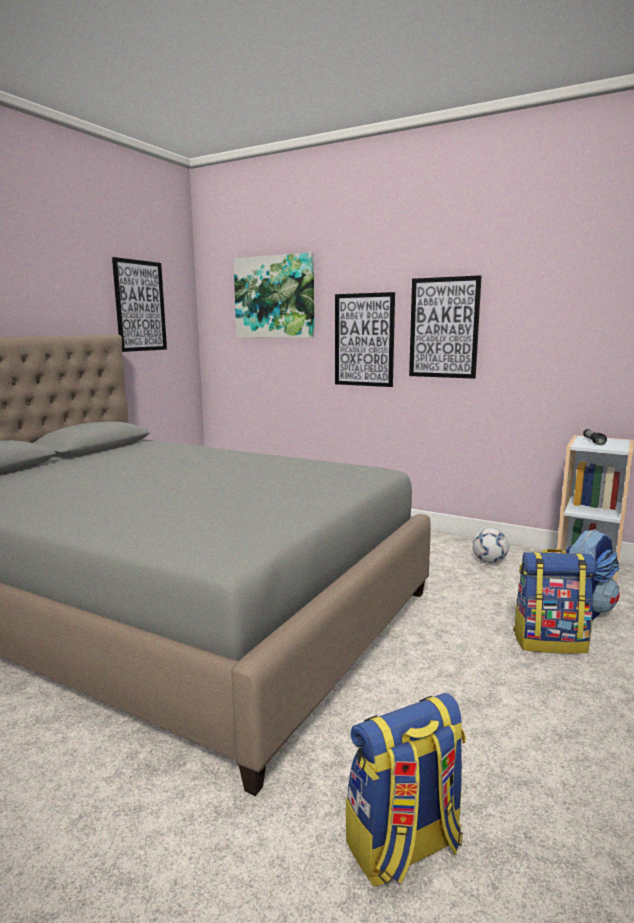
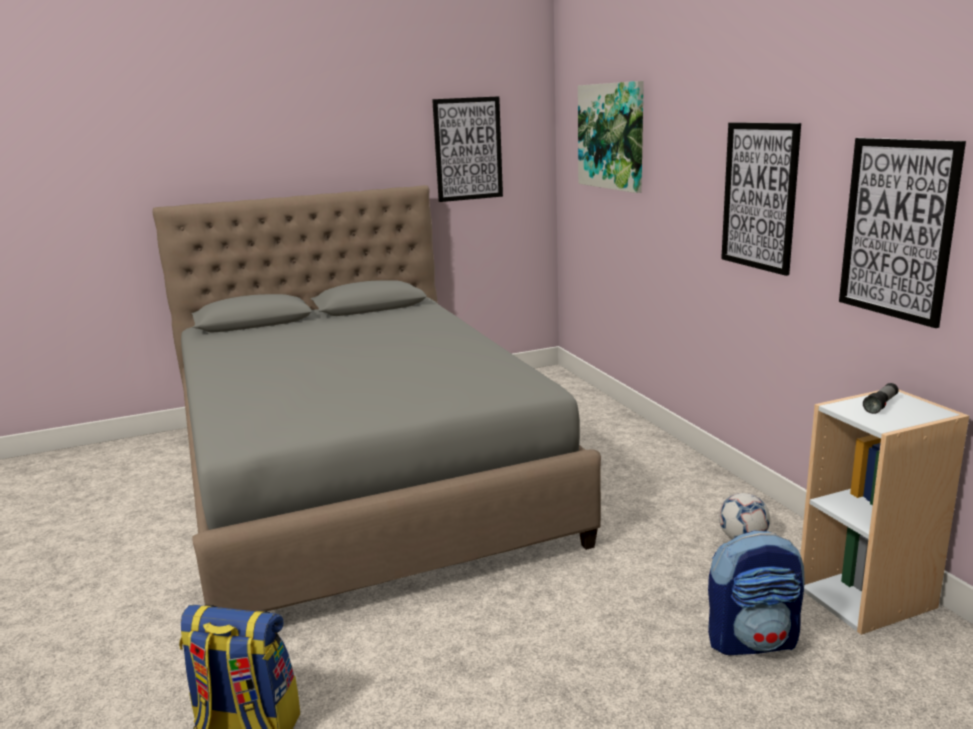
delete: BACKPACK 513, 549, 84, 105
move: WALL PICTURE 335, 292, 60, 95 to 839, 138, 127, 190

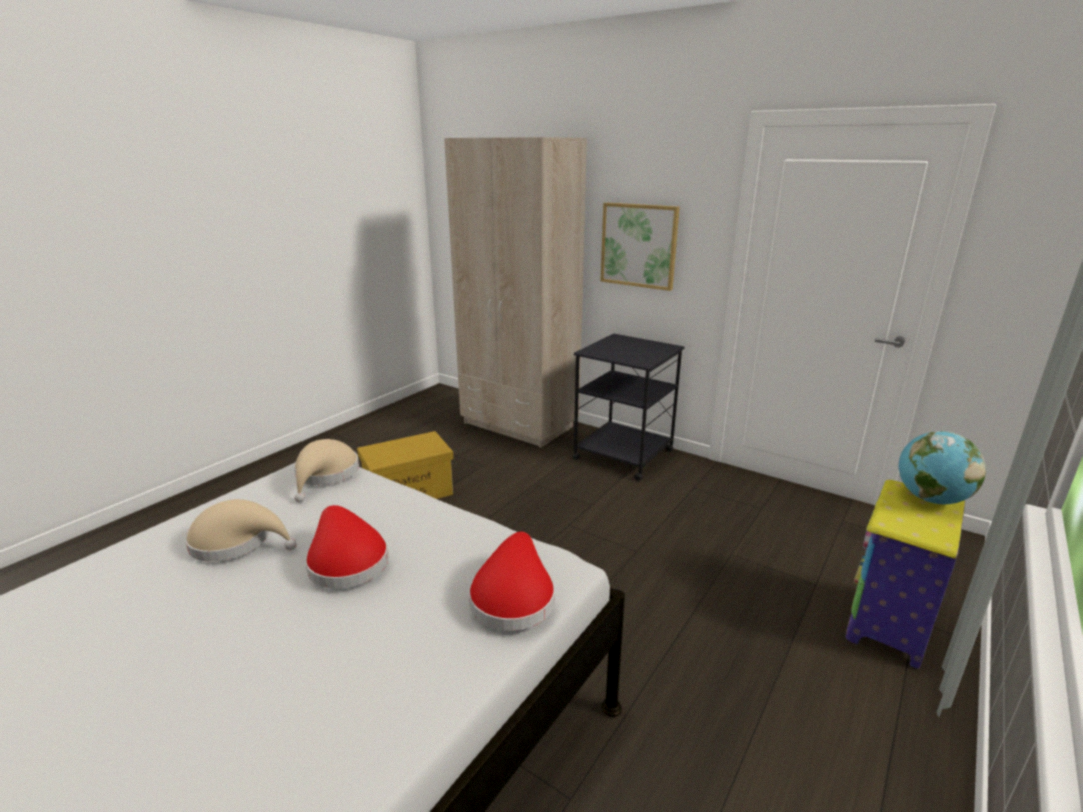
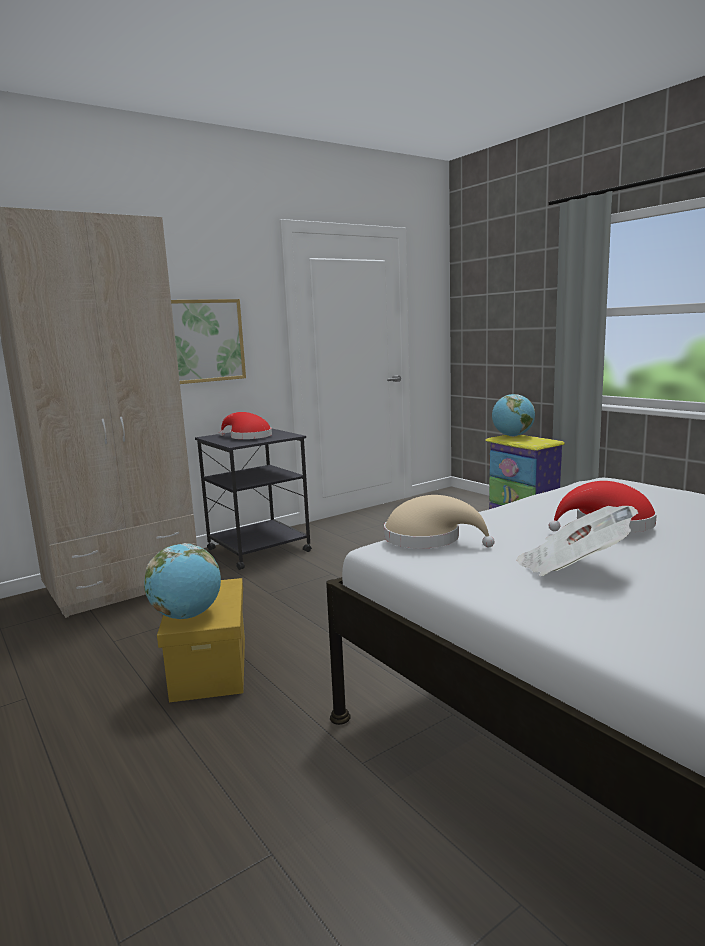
insert: WORLD GLOBE 144, 543, 77, 76
move: REDDISH CLOTHING HAT 468, 532, 87, 99 to 219, 412, 53, 27
replace: SAND-COLOURED CLOTHING HAT 185, 499, 112, 63 to DAILY PAPER 516, 506, 122, 70

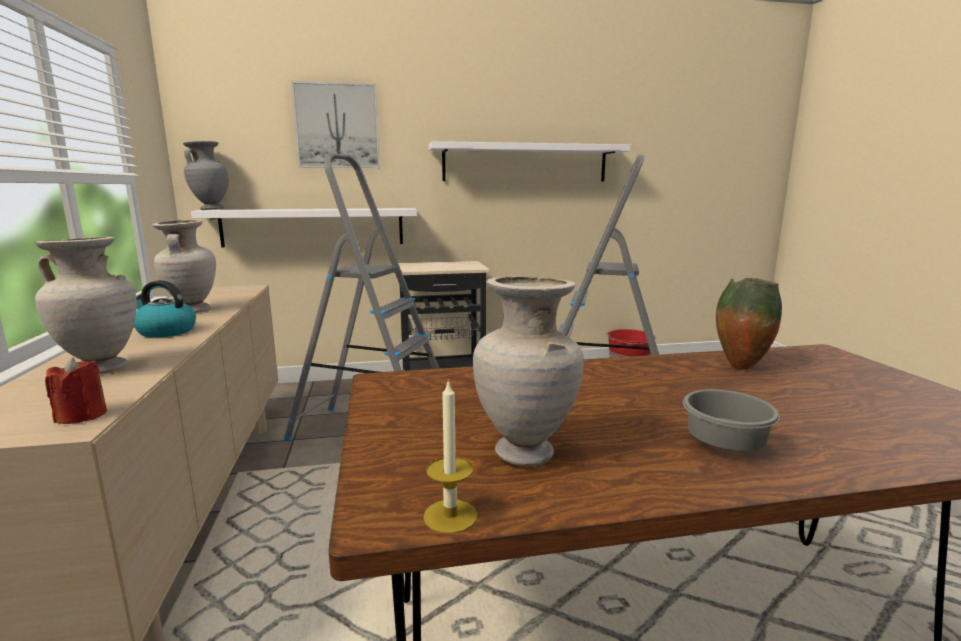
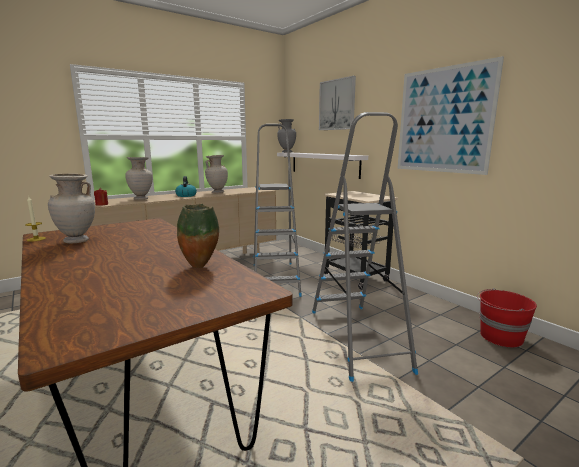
delete: GREY BOWL 683, 389, 97, 62
replace: WHITISH WALL SHELF 428, 141, 203, 41 to WALL PICTURE 397, 56, 107, 119

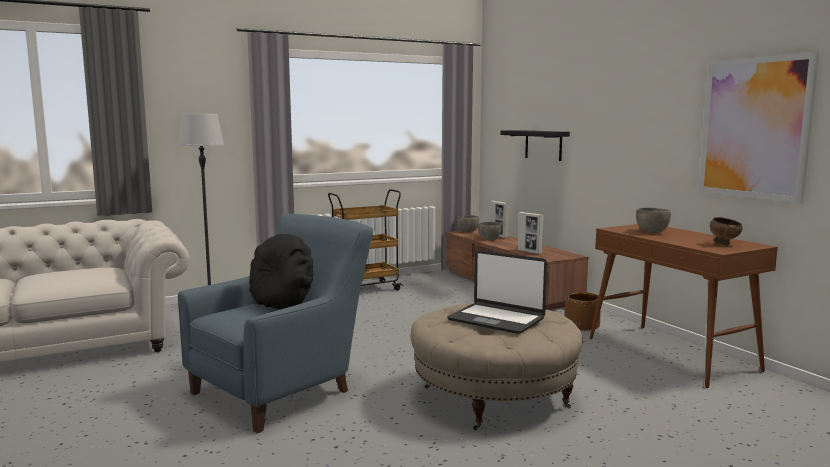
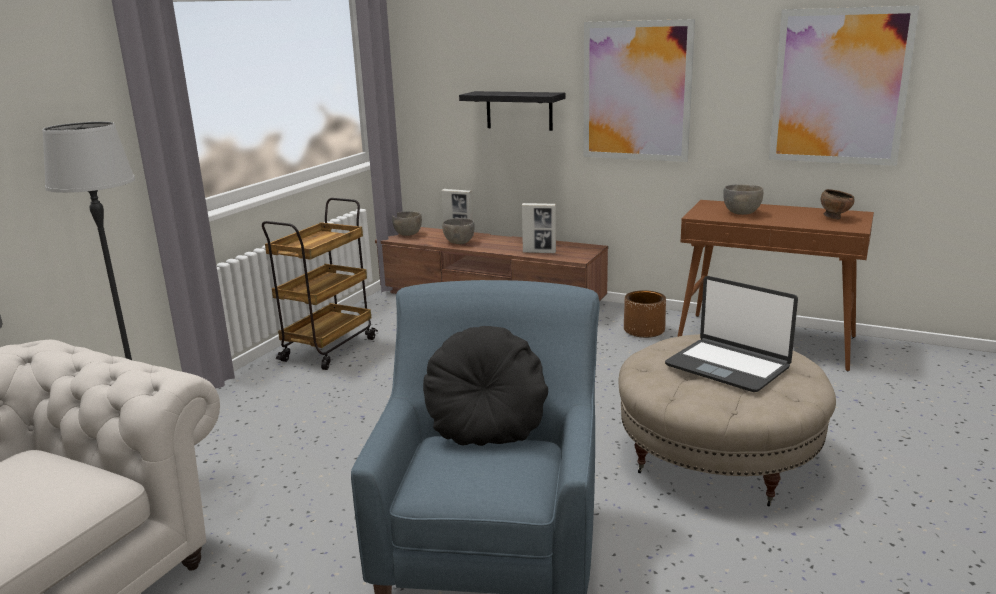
insert: WALL PICTURE 584, 19, 111, 143
rotate: NOTEBOOK COMPUTER 447, 250, 100, 84 = 665, 276, 133, 116 45 degrees clockwise

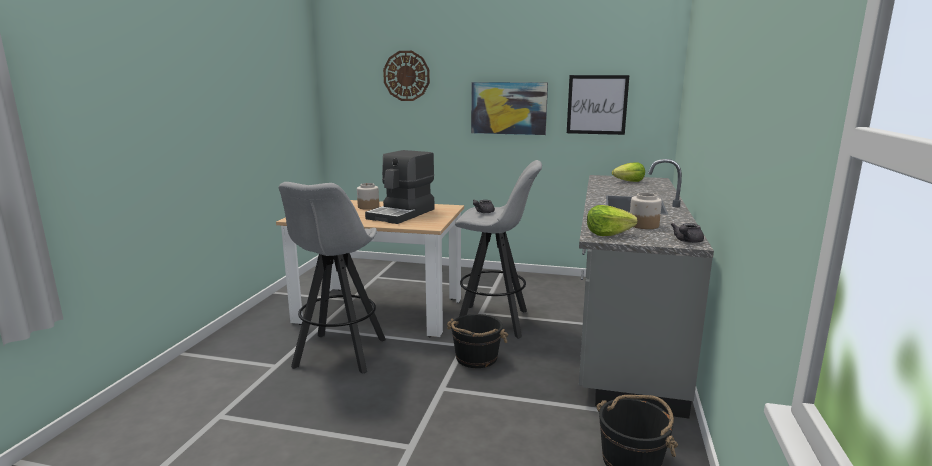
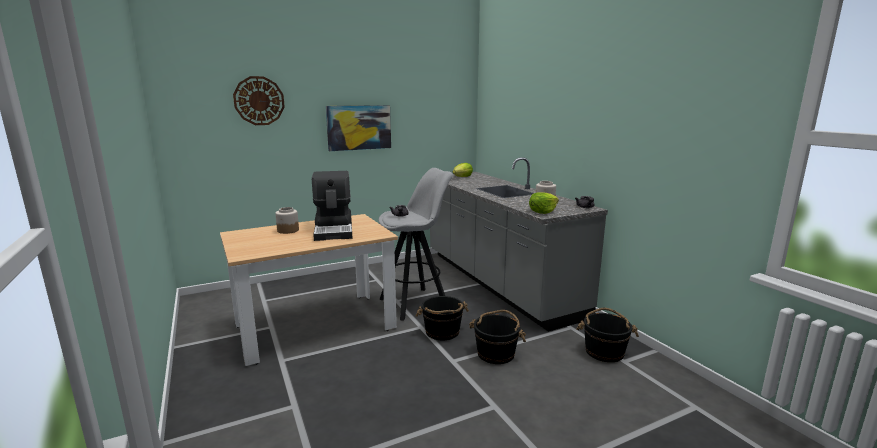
delete: GREY SITTING STOOL 279, 182, 107, 192; WALL PICTURE 567, 75, 62, 60
insert: BLACKISH BUCKET 469, 310, 57, 54

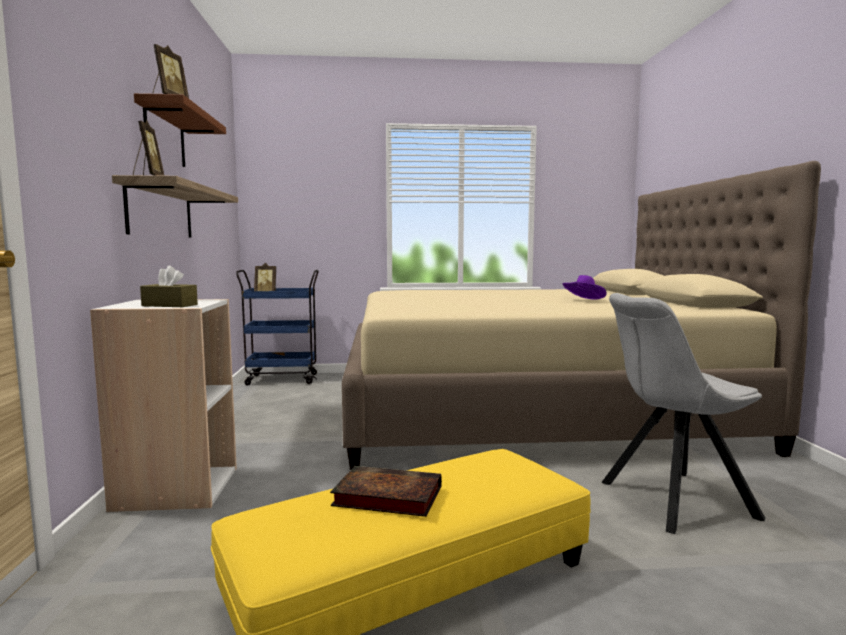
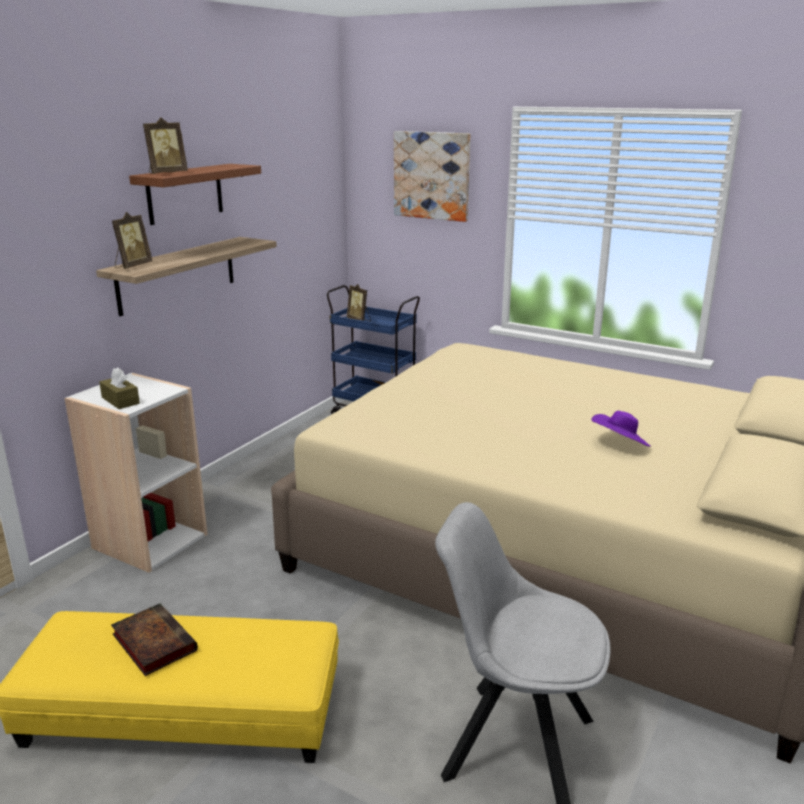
insert: WALL PICTURE 394, 131, 76, 91

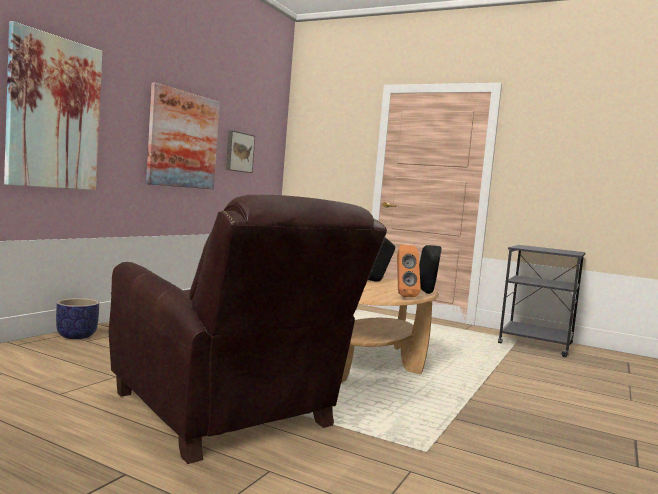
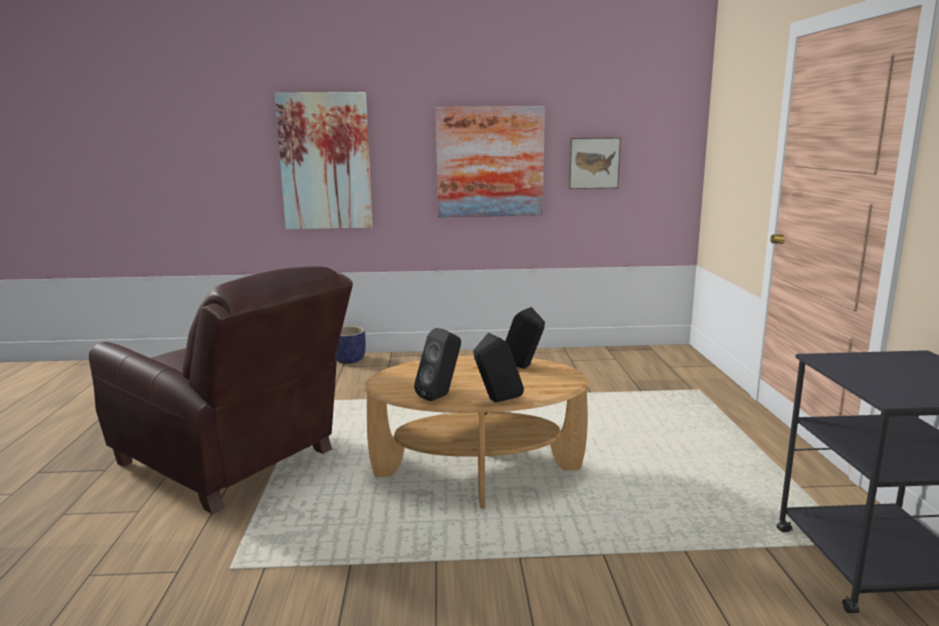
recolor: ORANGE-COLOURED SPEAKER 397, 245, 24, 52 to BLACKISH SPEAKER 414, 328, 47, 73
rotate: BROWNISH LOUNGE CHAIR 109, 195, 278, 269 = 89, 266, 264, 248 75 degrees counterclockwise

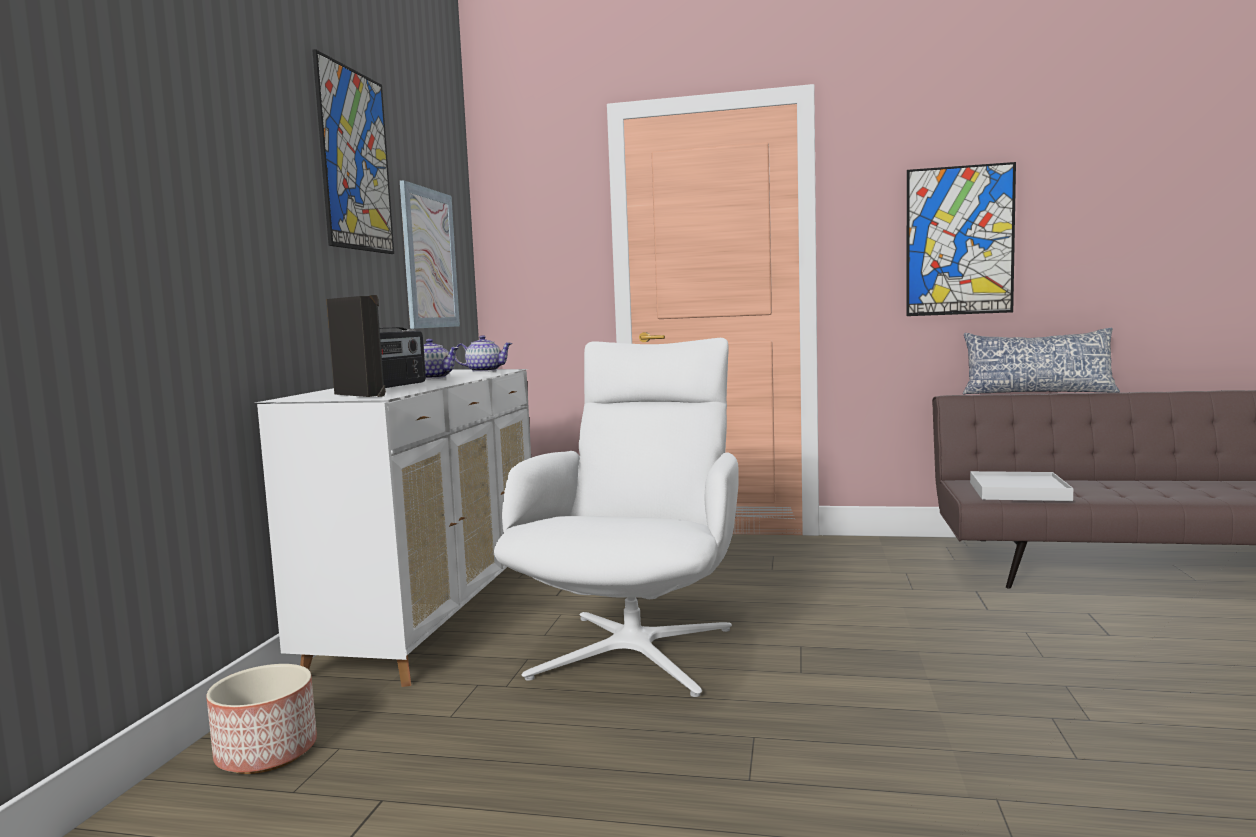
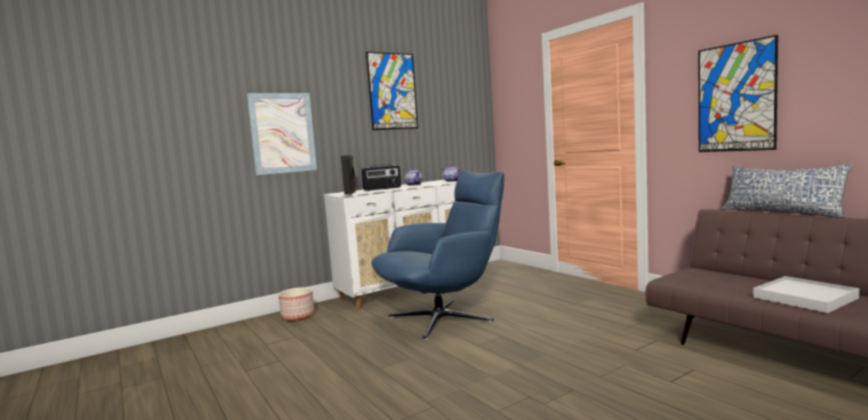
move: WALL PICTURE 400, 180, 60, 149 to 247, 93, 70, 82; WHITISH SERVING TRAY 970, 471, 103, 30 to 753, 276, 106, 37
recolor: WHITISH LOUNGE CHAIR 494, 338, 245, 359 to BLUE LOUNGE CHAIR 371, 171, 133, 169

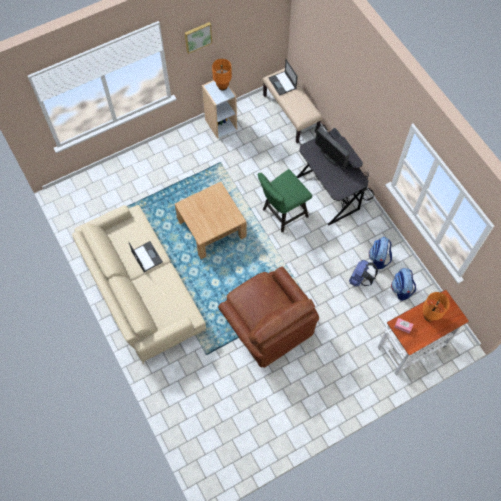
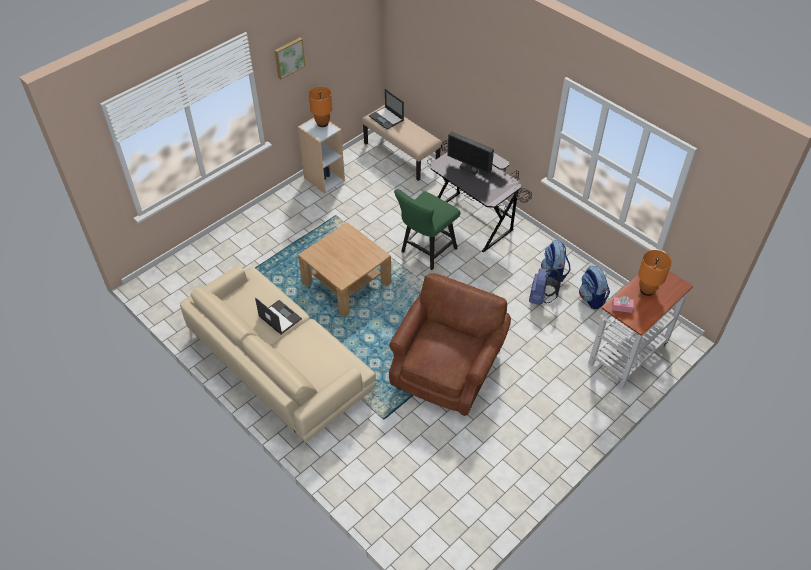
rotate: BROWNISH LOUNGE CHAIR 218, 266, 101, 102 = 389, 273, 122, 143 105 degrees counterclockwise

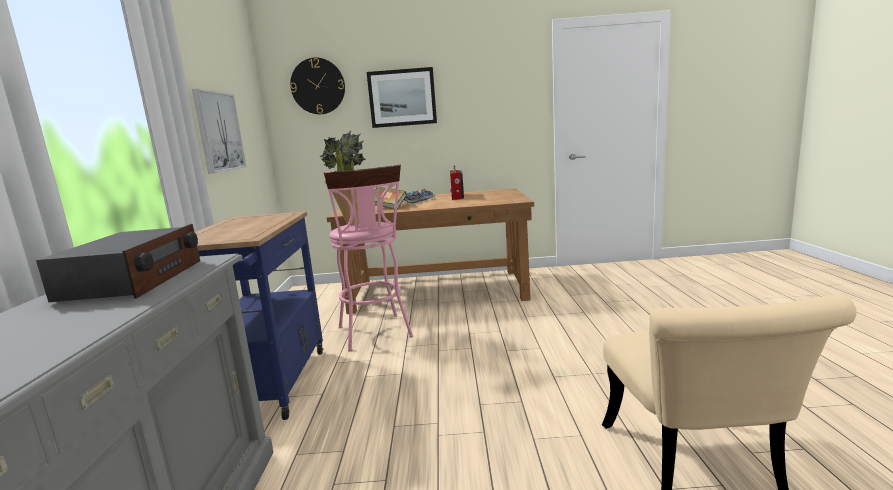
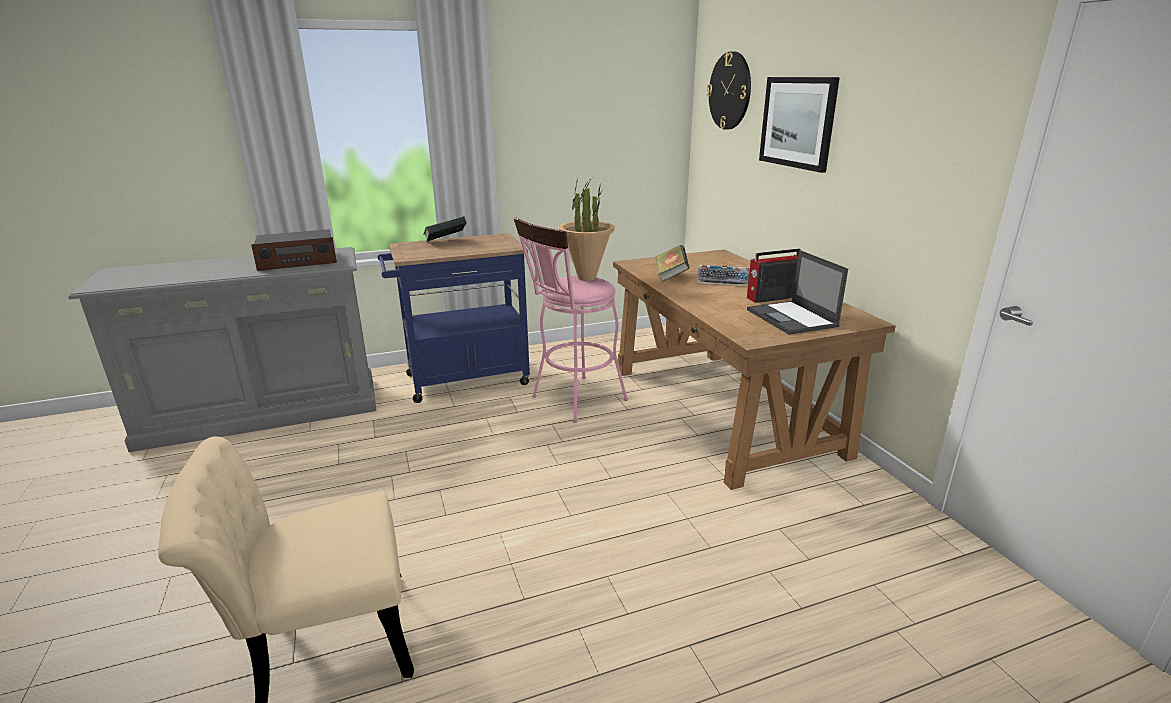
delete: WALL PICTURE 192, 89, 55, 85
insert: BOOK 424, 216, 43, 26; NOTEBOOK COMPUTER 747, 250, 101, 85

